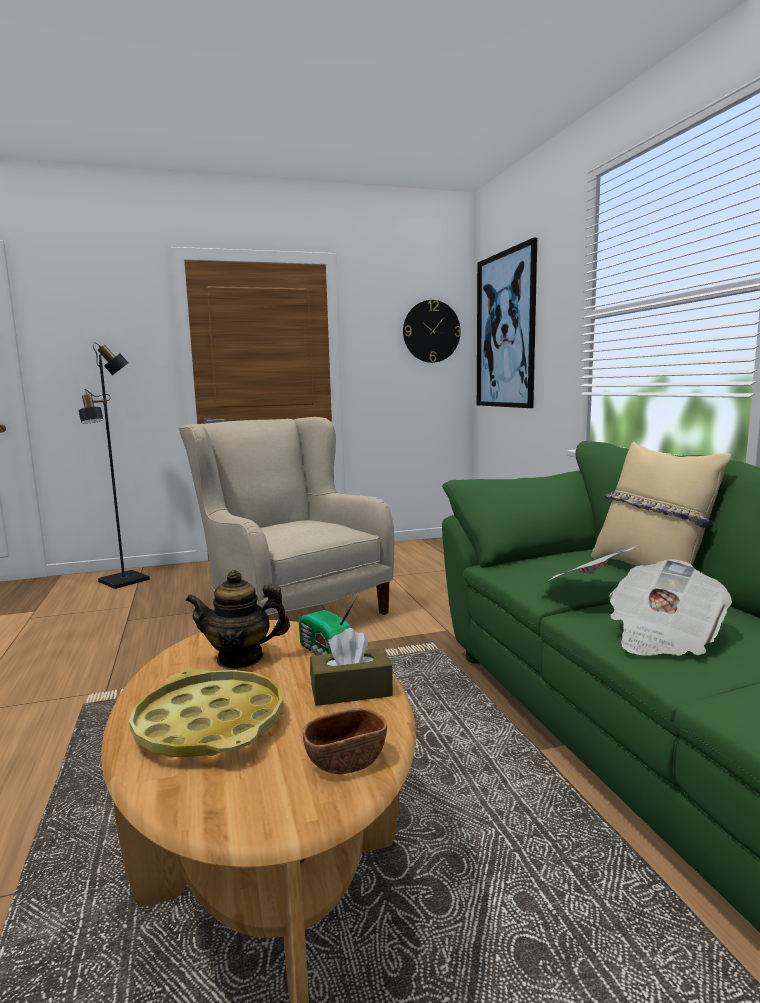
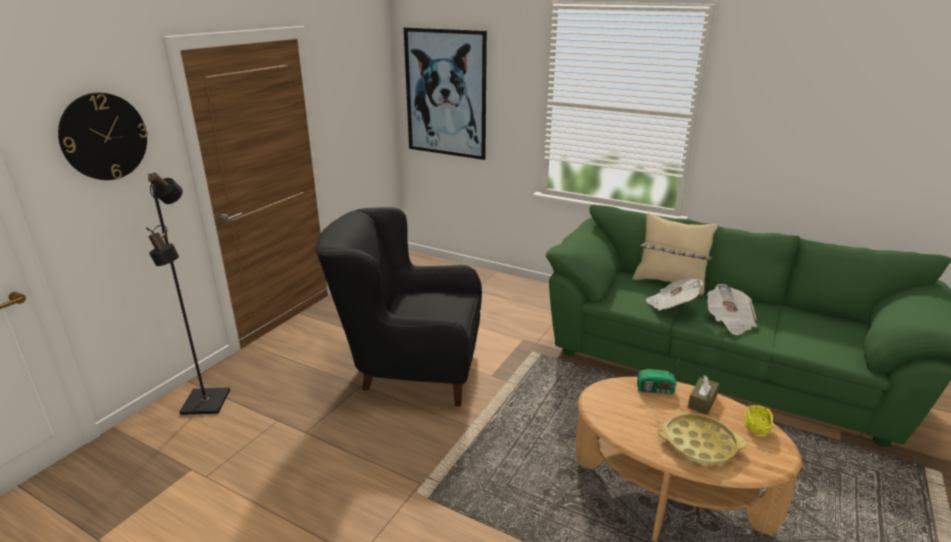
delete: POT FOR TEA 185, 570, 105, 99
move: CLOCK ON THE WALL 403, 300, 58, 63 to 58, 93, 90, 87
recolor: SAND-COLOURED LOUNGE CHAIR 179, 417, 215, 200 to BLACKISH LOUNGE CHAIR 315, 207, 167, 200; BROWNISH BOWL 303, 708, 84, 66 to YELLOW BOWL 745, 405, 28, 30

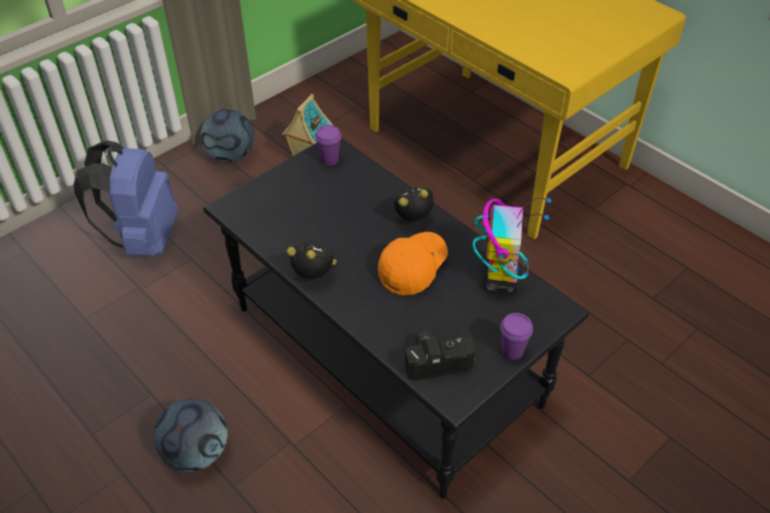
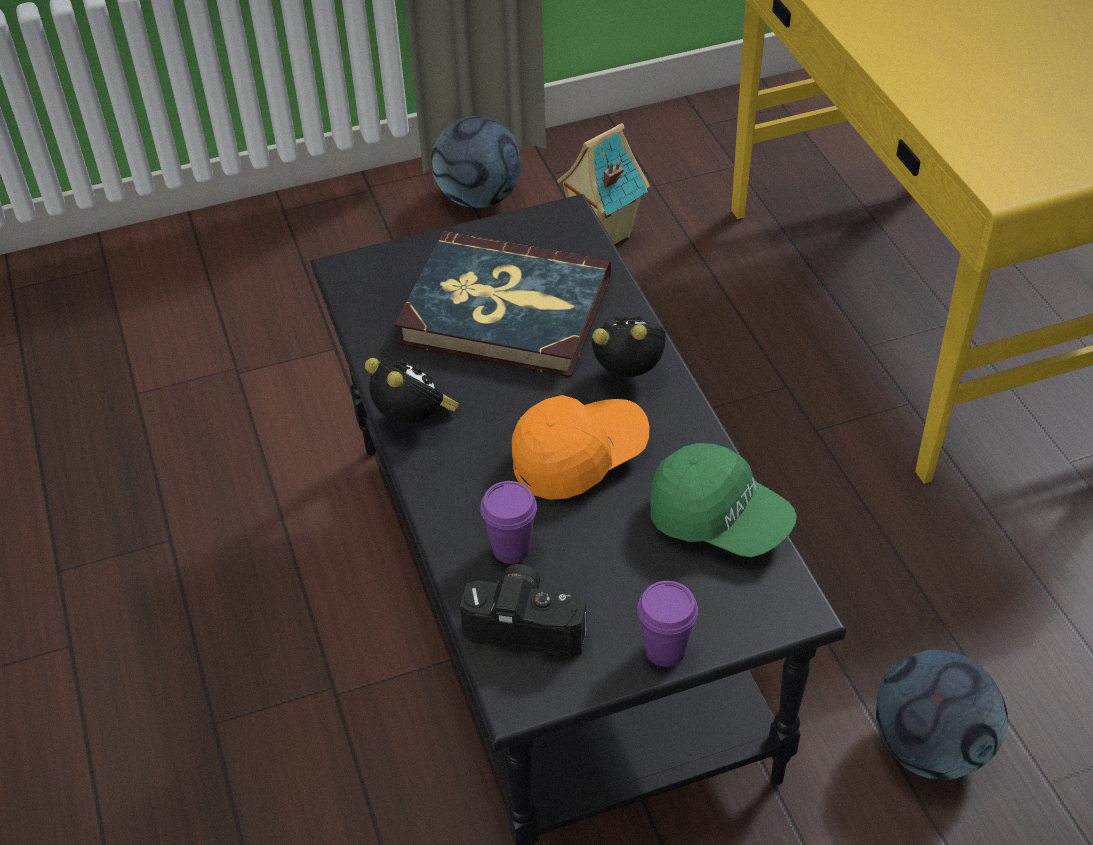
delete: BLUE BACKPACK 73, 140, 105, 116
insert: BOOK 394, 231, 217, 146
move: FOOTBALL 154, 398, 74, 74 to 876, 650, 132, 130; PURPLE-COLOURED DRINKING CUP 315, 125, 26, 41 to 480, 481, 57, 83
replace: MODEL ROBOT 472, 198, 80, 95 to GREEN CAP 651, 443, 146, 115

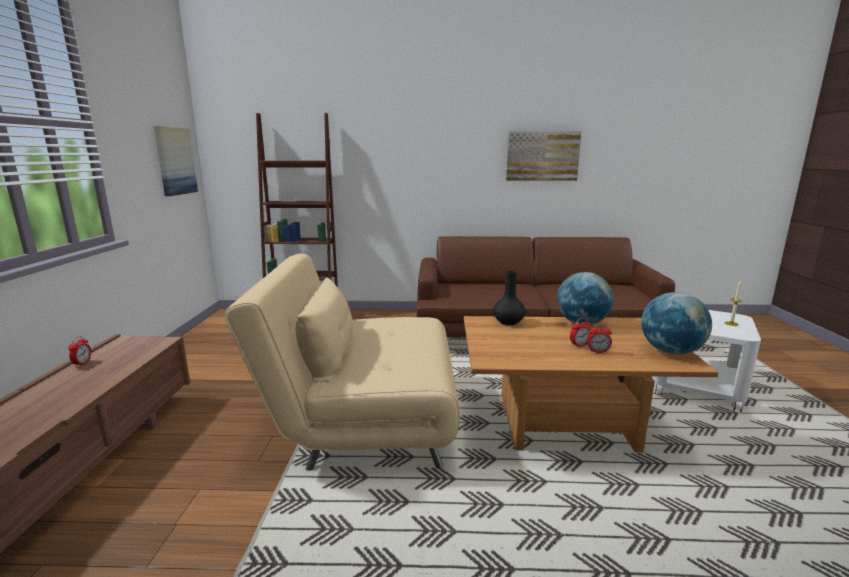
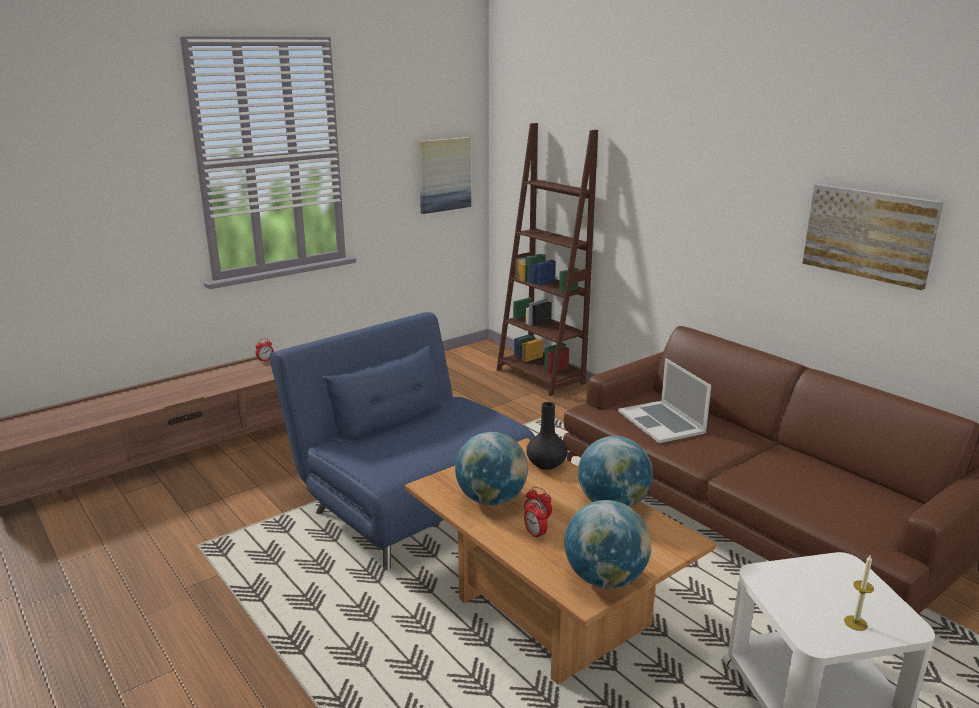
insert: WORLD GLOBE 455, 432, 73, 73; NOTEBOOK COMPUTER 618, 358, 94, 85
recolor: SAND-COLOURED LOUNGE CHAIR 225, 254, 235, 217 to BLUE LOUNGE CHAIR 270, 312, 265, 258

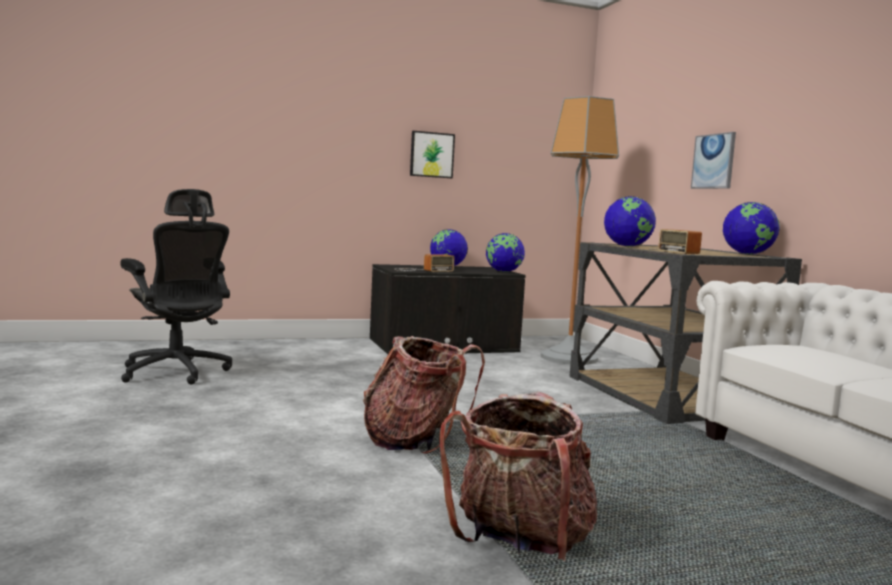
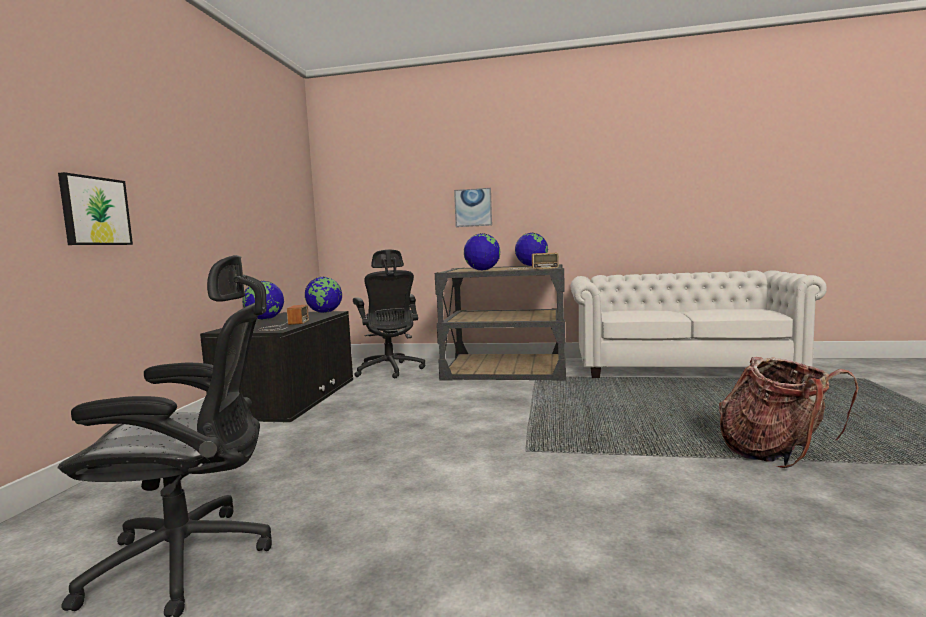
delete: BACKPACK 363, 336, 122, 118
move: WALL PICTURE 410, 131, 45, 47 to 58, 172, 75, 73
replace: FLOOR LAMP 541, 96, 78, 269 to DESK CHAIR 353, 250, 72, 128

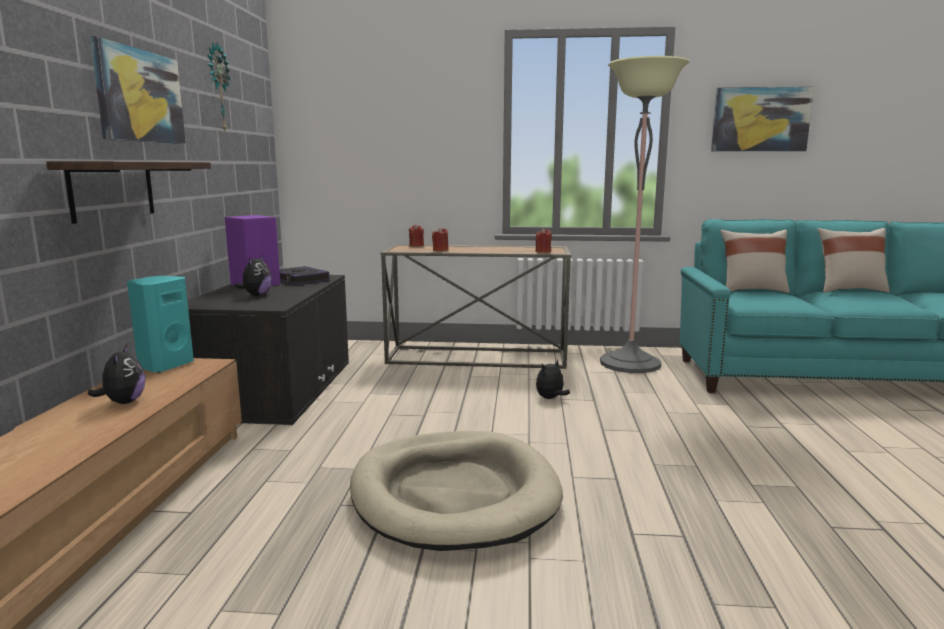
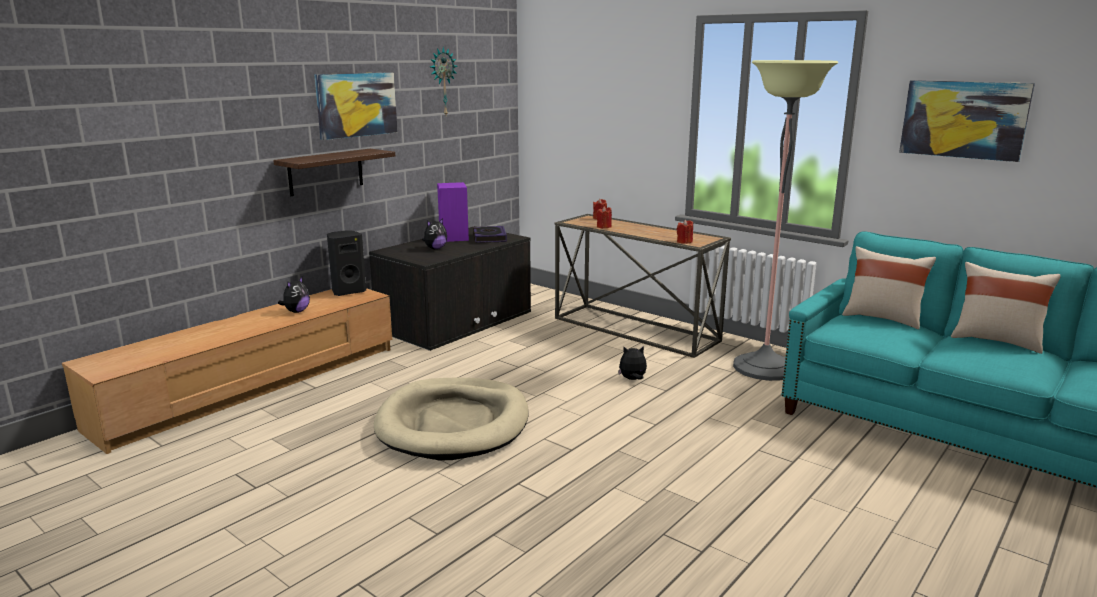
recolor: TURQUOISE SPEAKER 127, 276, 67, 97 to BLACKISH SPEAKER 327, 231, 39, 65

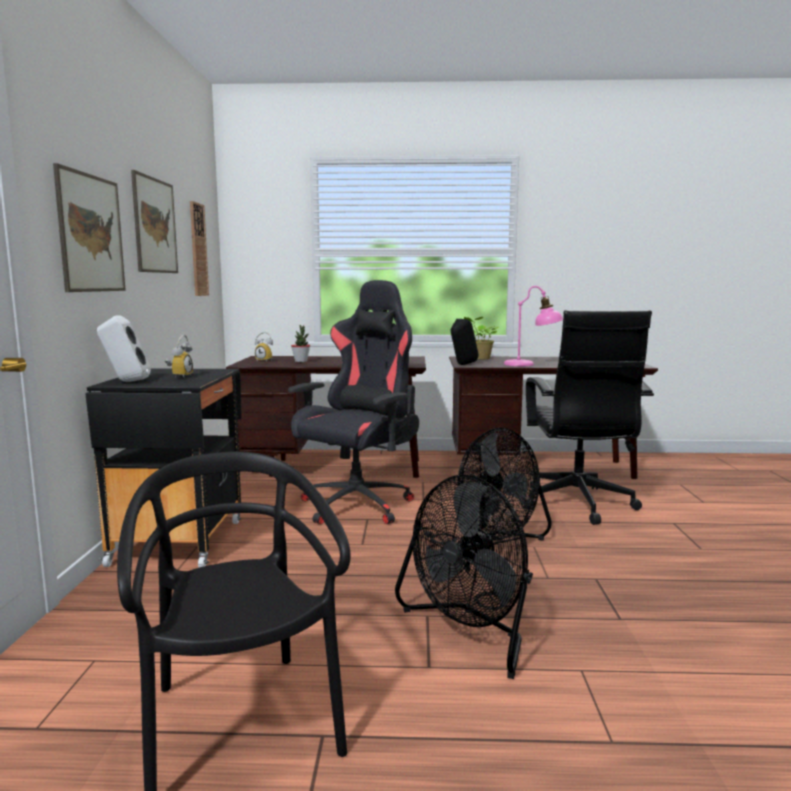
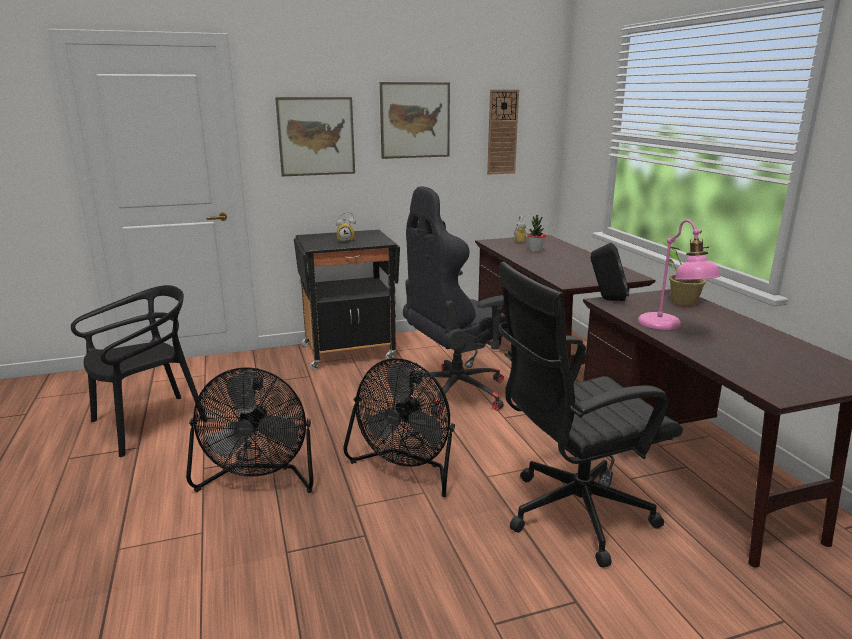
delete: WHITISH SPEAKER 97, 315, 54, 67
rotate: BLACKISH DESK CHAIR 288, 280, 131, 244 = 403, 186, 106, 229 135 degrees clockwise; BLACKISH COOLING FAN 395, 475, 138, 204 = 186, 367, 127, 126 120 degrees counterclockwise

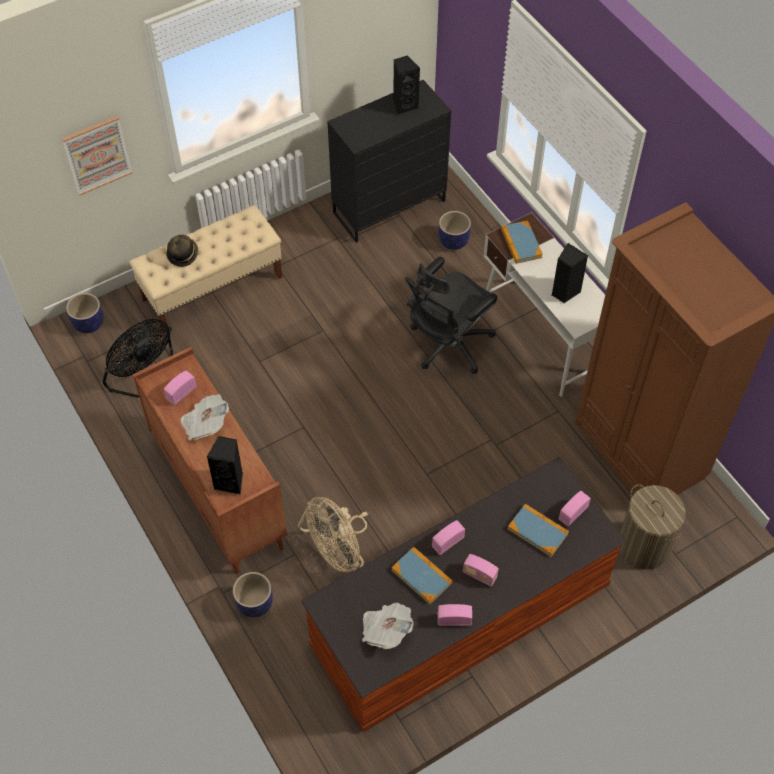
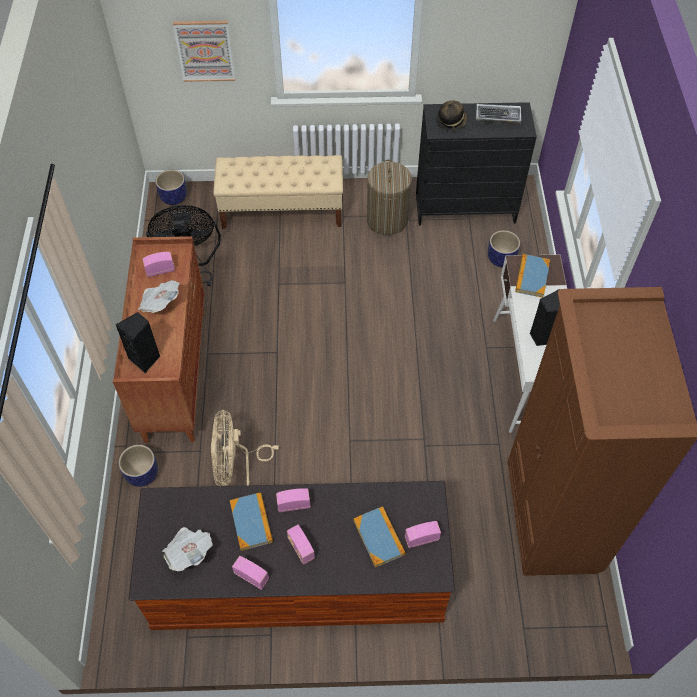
delete: DESK CHAIR 405, 257, 92, 117
move: CLOTHING HAT 166, 235, 32, 32 to 436, 100, 31, 31; HAMPER 619, 484, 67, 85 to 367, 160, 45, 75
replace: BLACKISH SPEAKER 393, 55, 27, 60 to KEYBOARD 476, 104, 45, 21

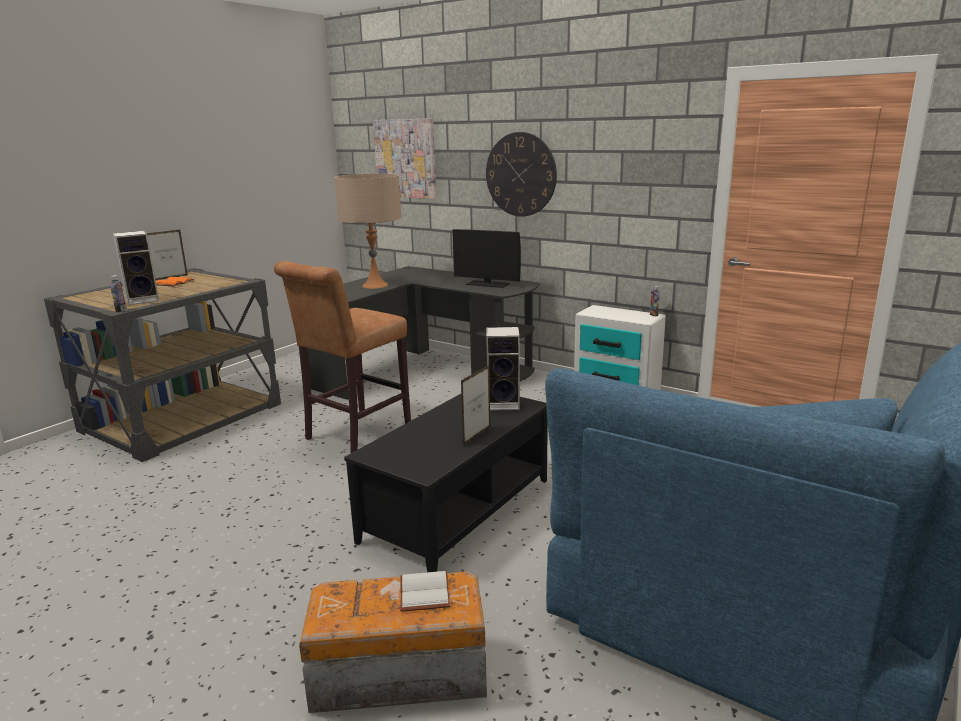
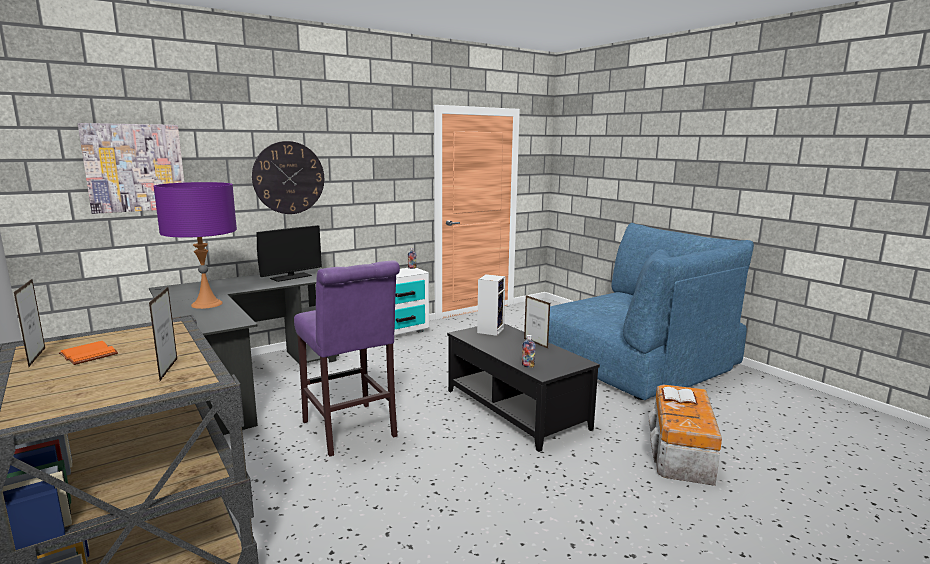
move: DRINK BOTTLE 110, 275, 17, 37 to 522, 335, 14, 33
replace: SPEAKER 113, 231, 46, 74 to PICTURE FRAME 149, 287, 28, 94
recolor: BROWNISH SITTING STOOL 274, 261, 137, 192 to PURPLE-COLOURED SITTING STOOL 294, 261, 106, 196; SAND-COLOURED TABLETOP LAMP 334, 174, 67, 115 to PURPLE-COLOURED TABLETOP LAMP 154, 182, 83, 127

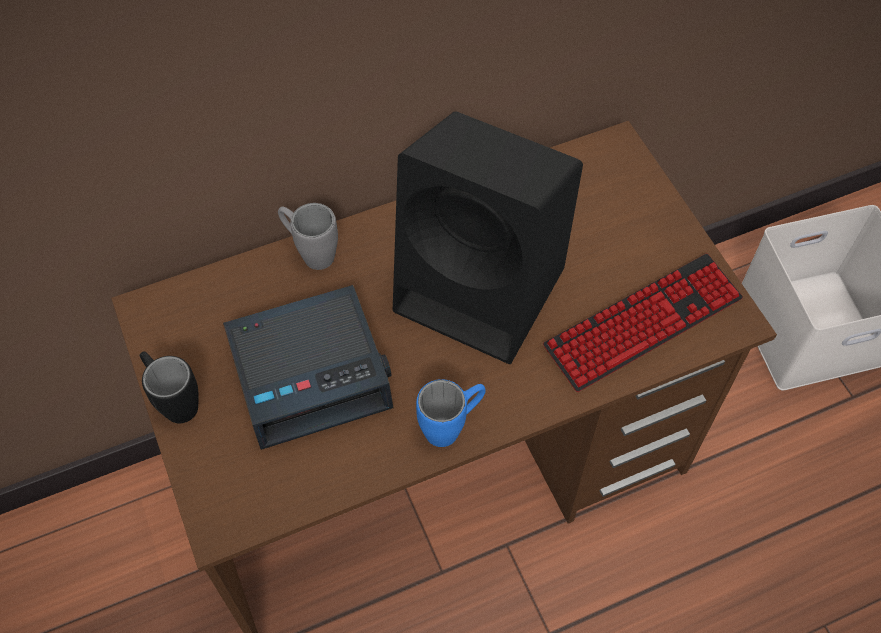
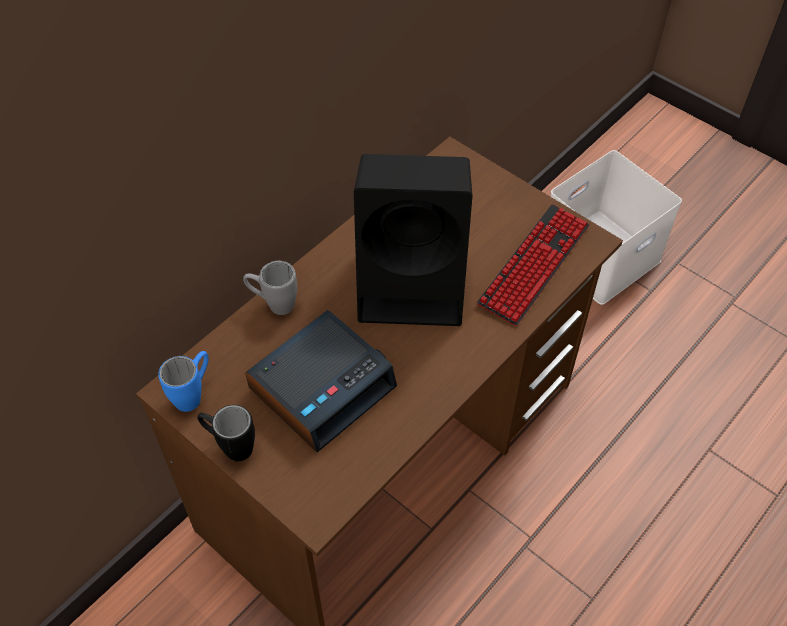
move: BLUE MUG 416, 379, 70, 68 to 158, 351, 51, 61

